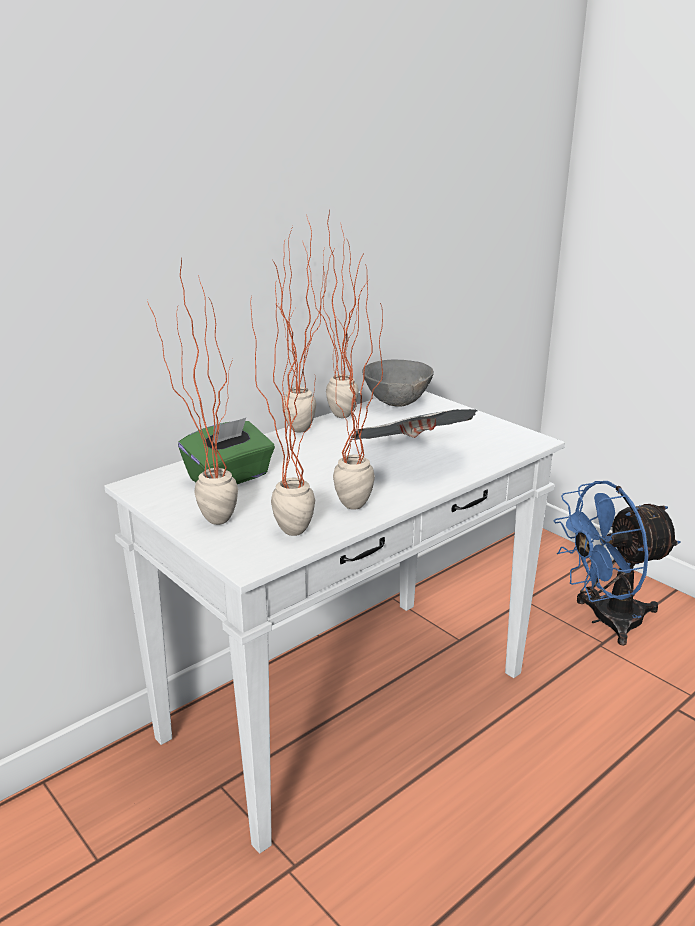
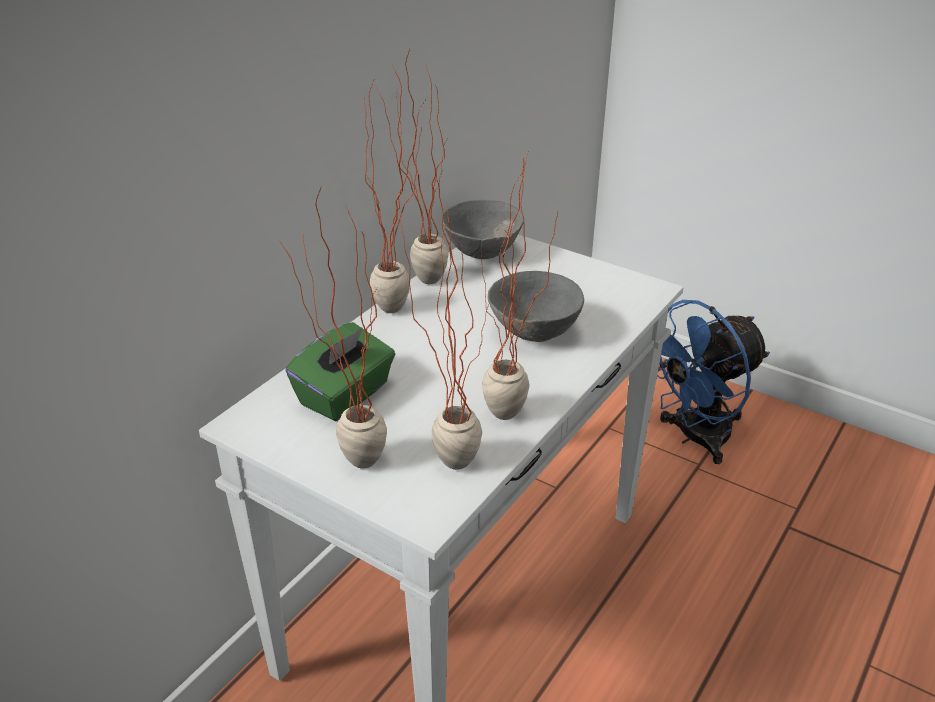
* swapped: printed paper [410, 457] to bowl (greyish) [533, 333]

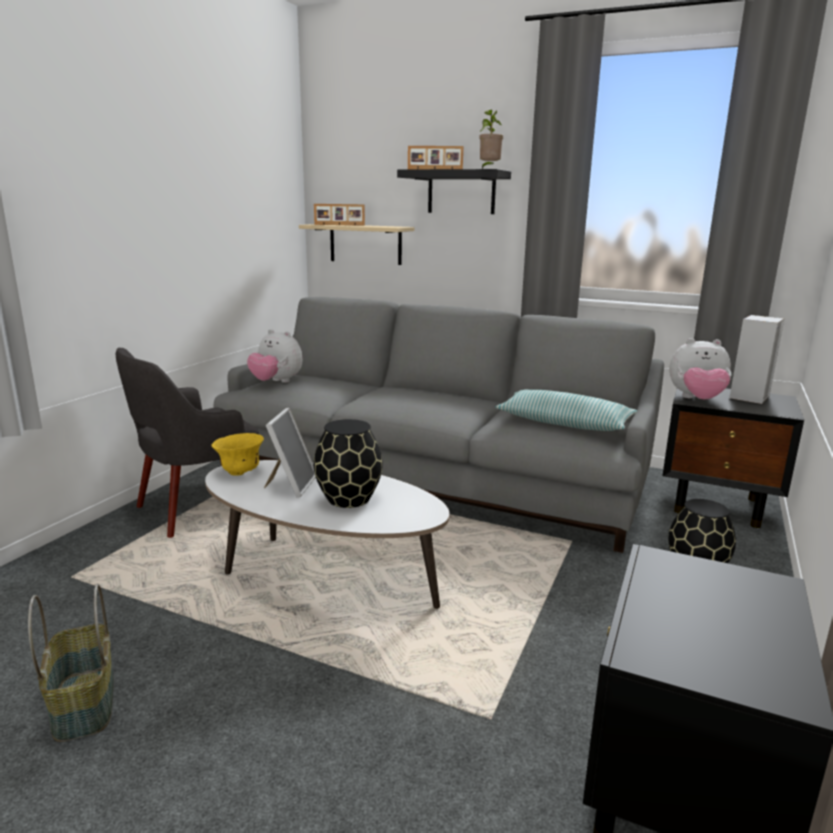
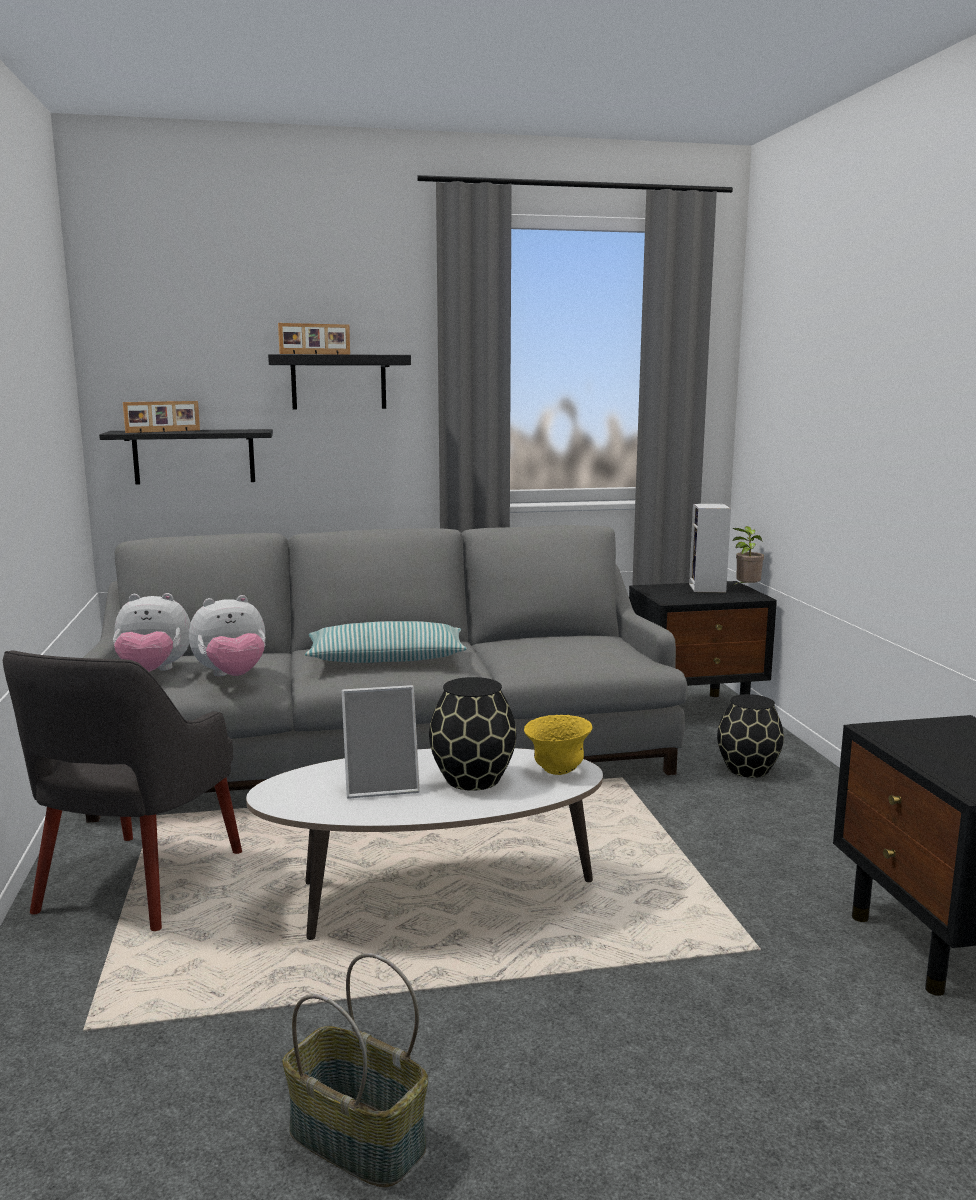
* repainted: shelf (beige) [365, 244] to shelf (blackish) [194, 456]
* shifted: cuddly toy [696, 400] to [232, 676]
* shifted: throw pillow [564, 423] to [386, 659]
* rotated: standing frame [290, 485] = [382, 786] 105 degrees clockwise
* shifted: bowl (yellowish) [240, 472] to [557, 770]
* shifted: plant in a pot [489, 168] to [746, 589]

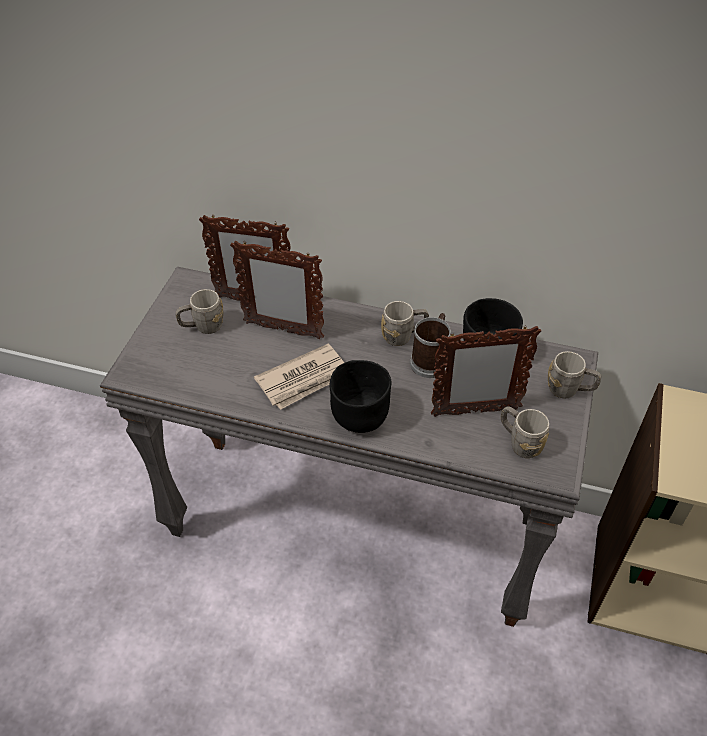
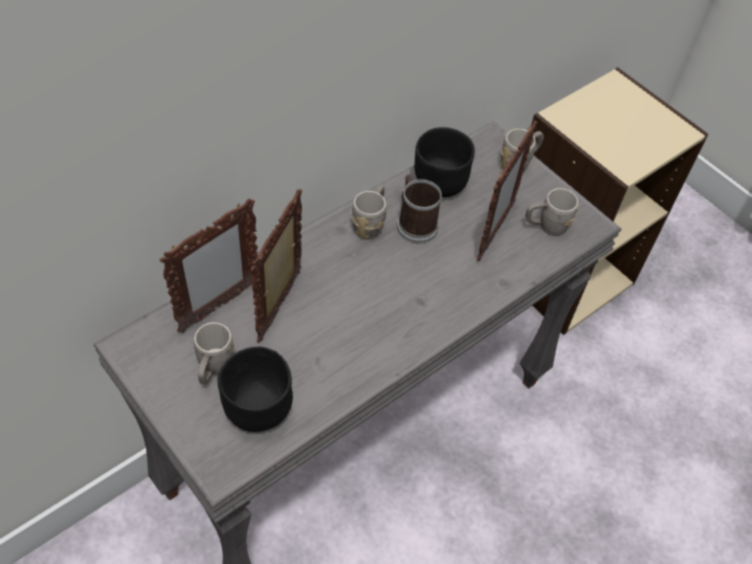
* shifted: bowl (blackish) [360, 416] to [257, 408]
* rotated: standing frame [283, 330] = [281, 305] 150 degrees clockwise
* gone: printed paper [305, 379]

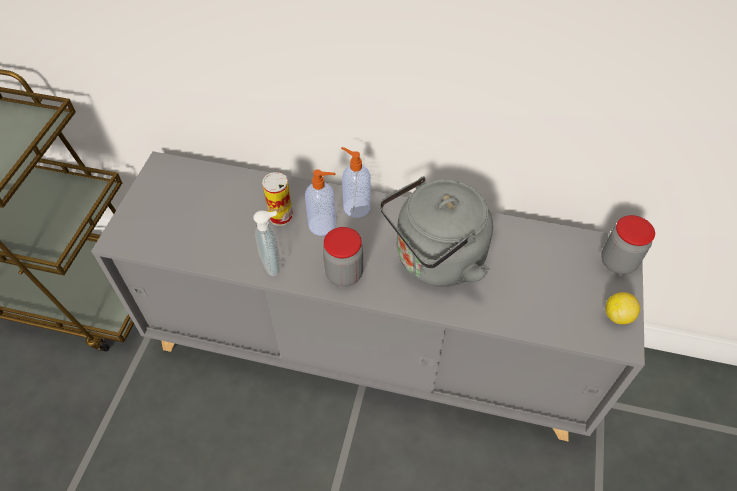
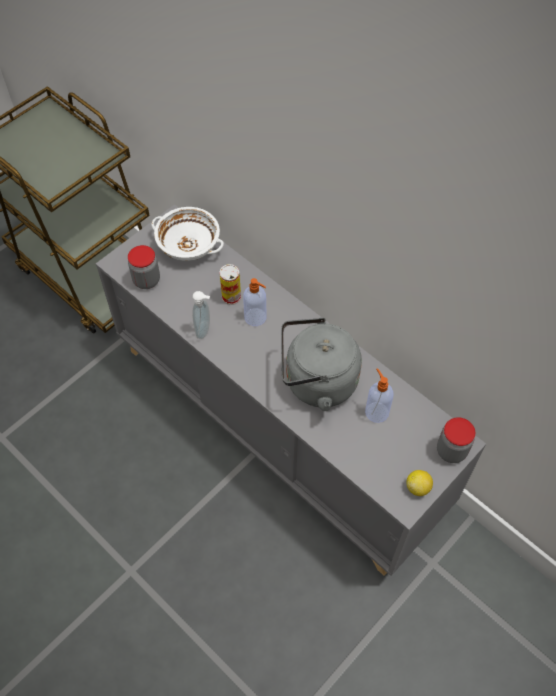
* shifted: preserve jar [344, 274] to [146, 280]
* new: bowl (whitish) [189, 244]
* shifted: soap bottle [356, 207] to [376, 411]

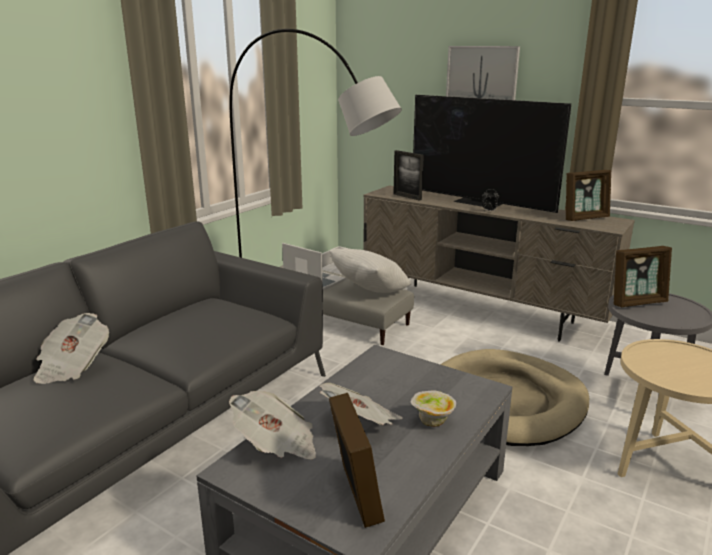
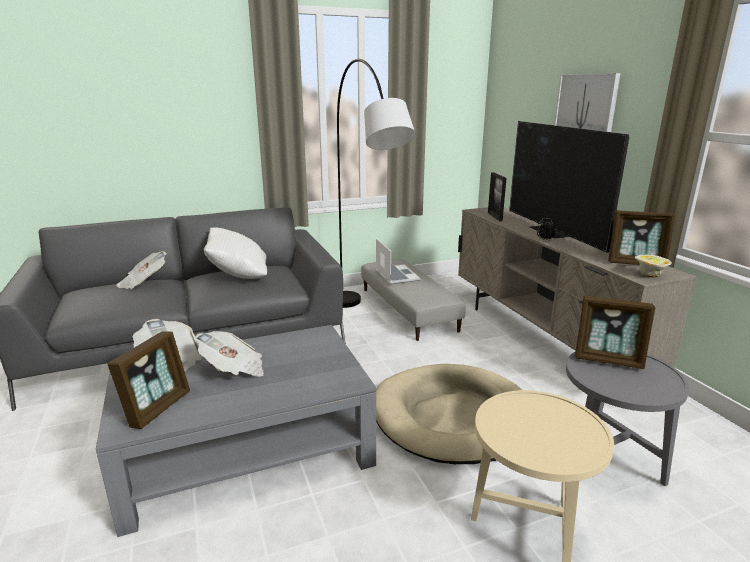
* shifted: throw pillow (whitish) [370, 292] to [239, 275]
* shifted: bowl [432, 421] to [649, 275]

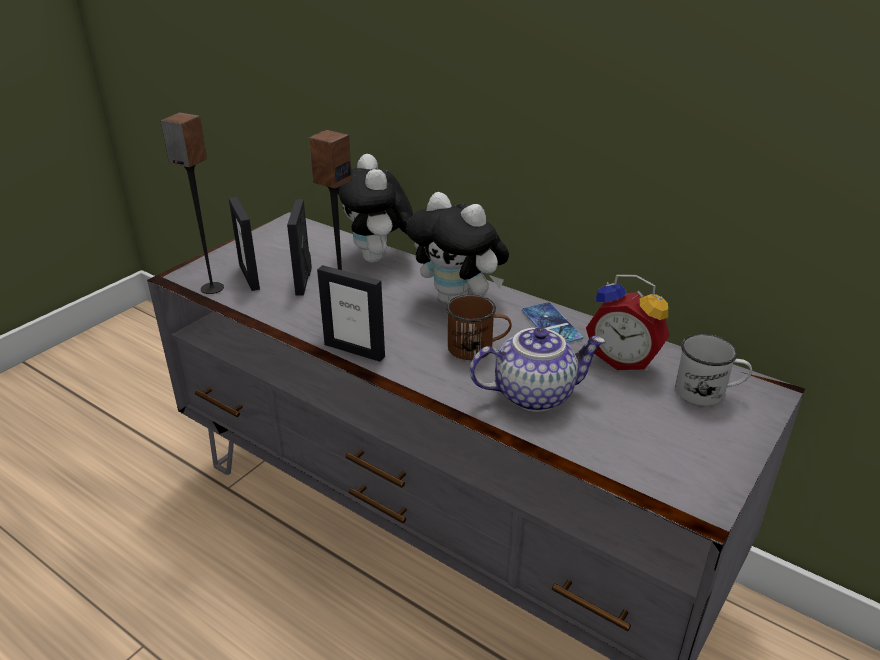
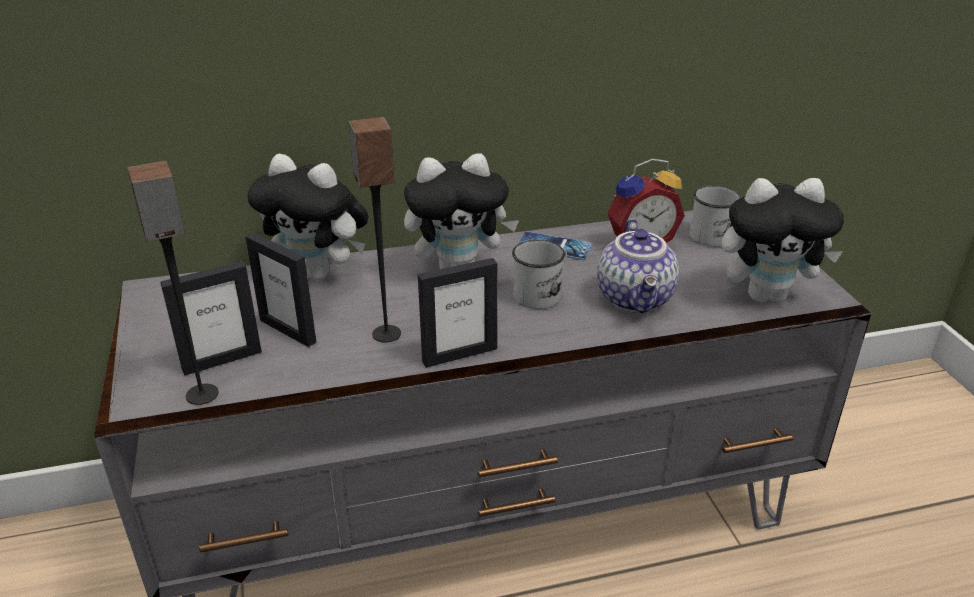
* rotated: standing frame [250, 277] = [222, 360] 45 degrees counterclockwise
* repainted: coffee mug (brown-coloured) [477, 348] to coffee mug (whitish) [542, 293]
* rotated: teapot [534, 394] = [637, 299] 150 degrees clockwise
* new: cuddly toy [767, 295]

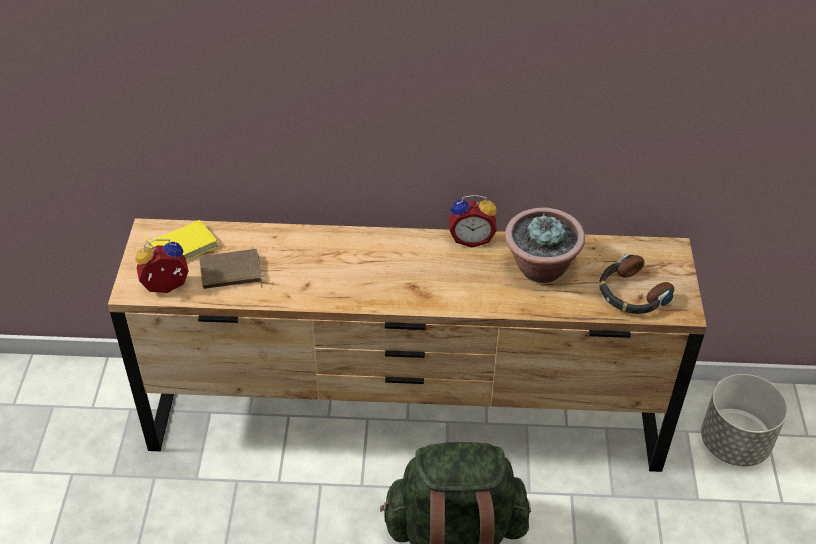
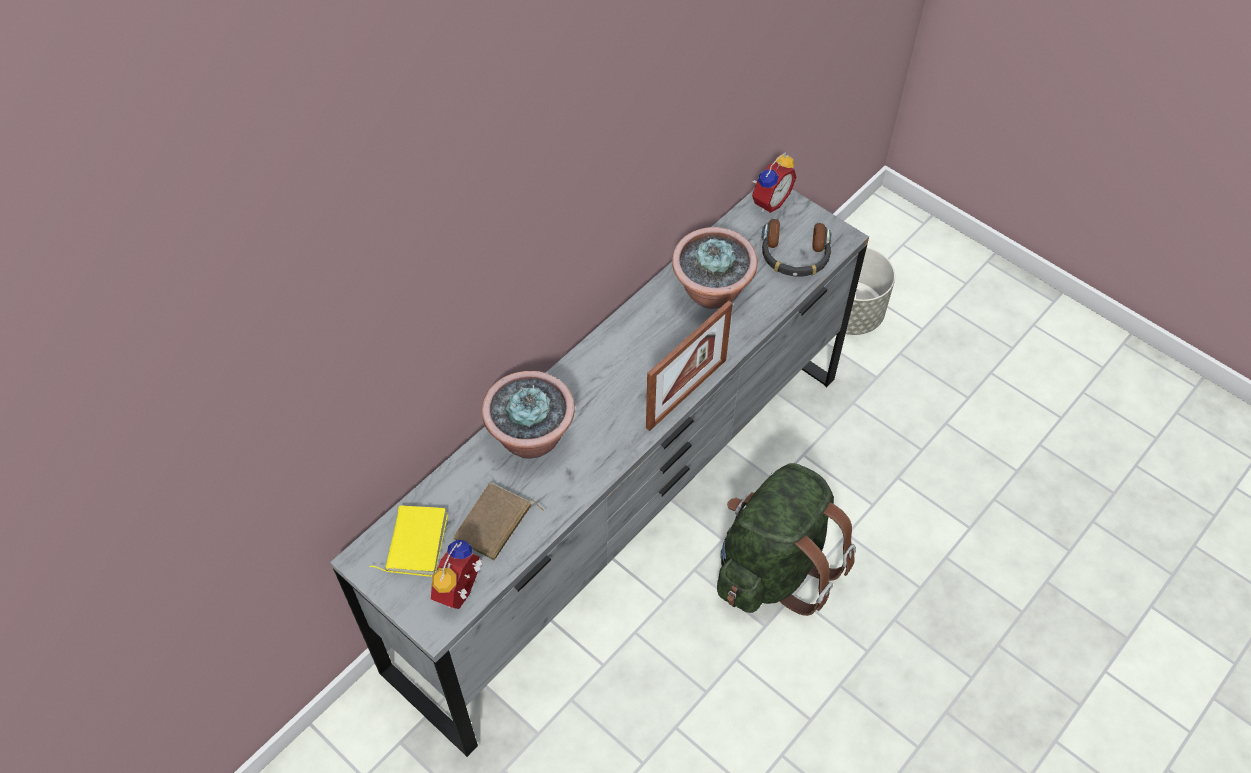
* repainted: drawer chest (brown-coloured) [406, 418] to drawer chest (greyish) [624, 516]
* new: plant in a pot [531, 437]
* new: standing frame [686, 393]
* shifted: bedside clock [471, 238] to [768, 201]

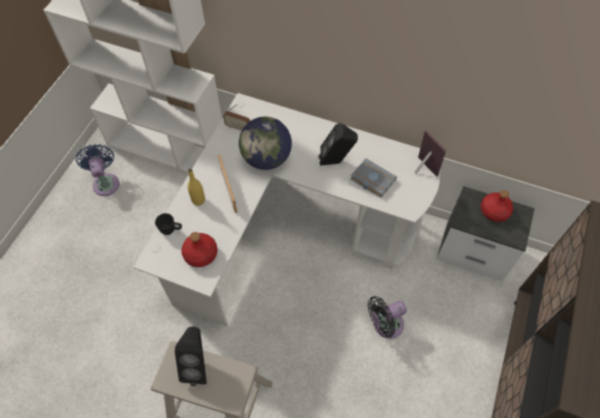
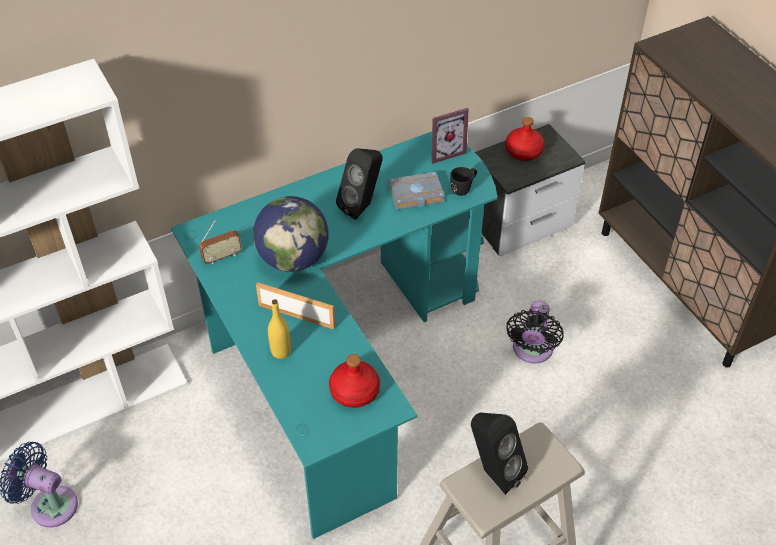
* repainted: desk unit (whitish) [288, 234] to desk unit (turquoise-coloured) [338, 360]
* rotated: standing frame [422, 169] = [444, 151] 150 degrees clockwise
* shifted: coffee mug (blackish) [171, 230] to [463, 189]

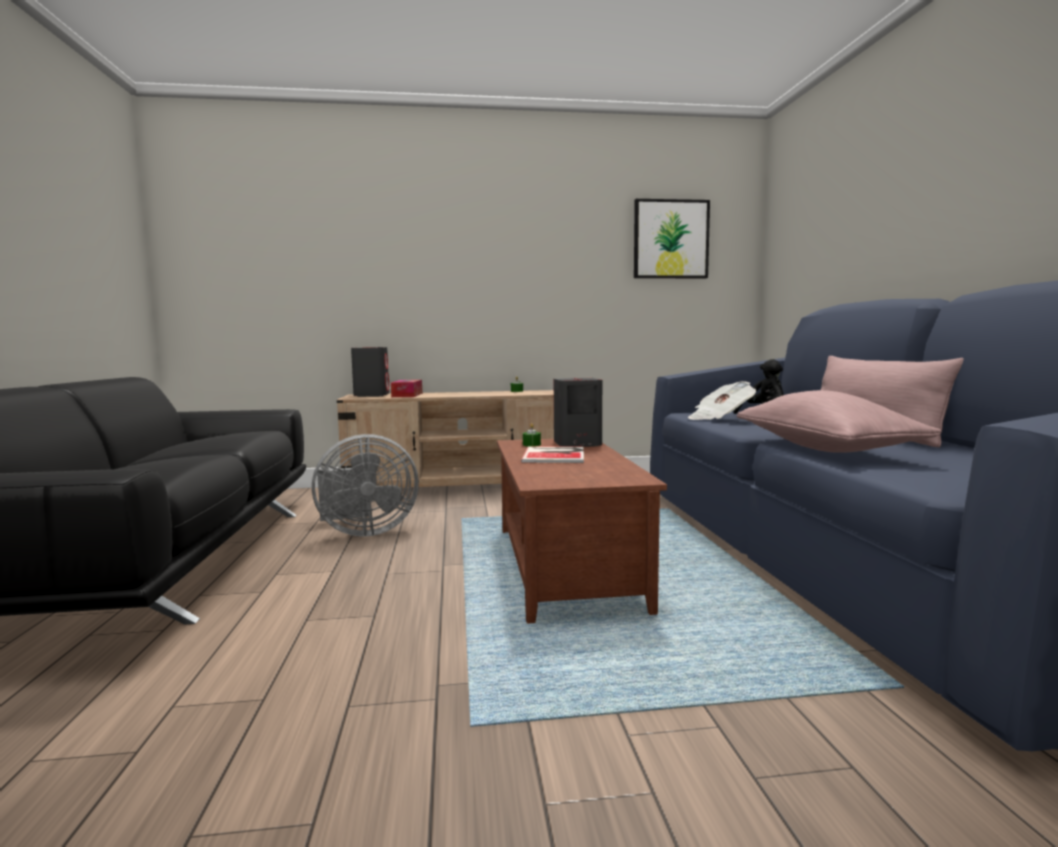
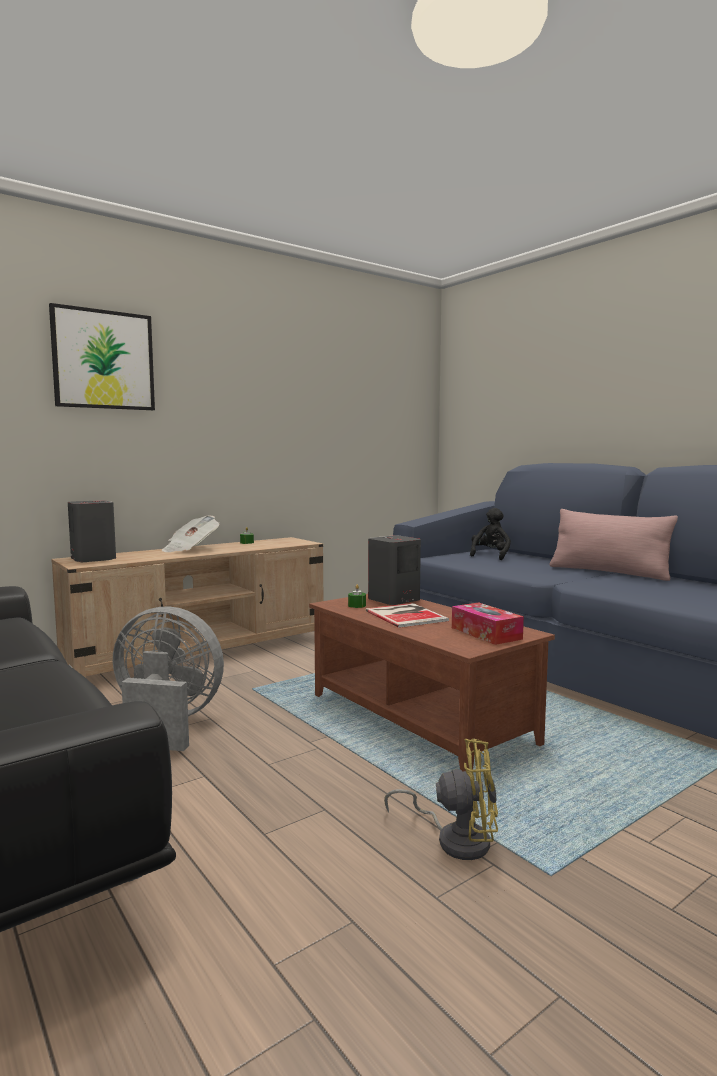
* shifted: wall art [670, 239] to [103, 360]
* rotated: cooling fan (greyish) [364, 531] = [166, 724] 120 degrees counterclockwise
* shifted: printed paper [720, 418] to [190, 549]
* new: cooling fan (yellowish) [455, 839]
* shifted: box of tissues [407, 395] to [486, 633]
* gone: throw pillow (pinkish) [824, 449]

